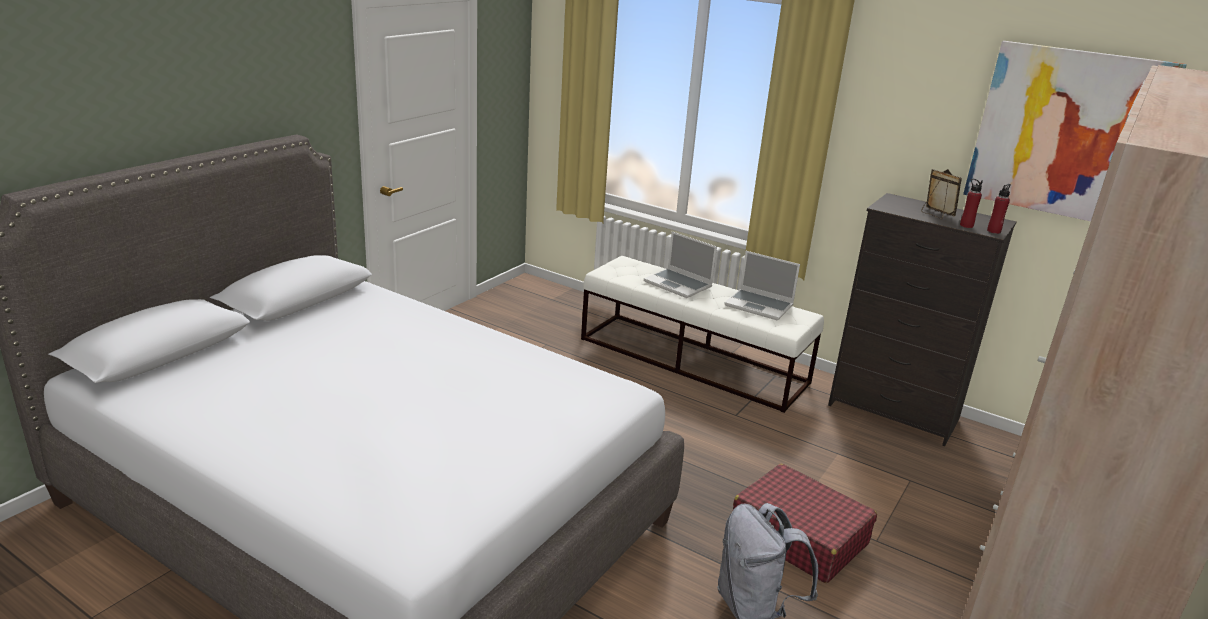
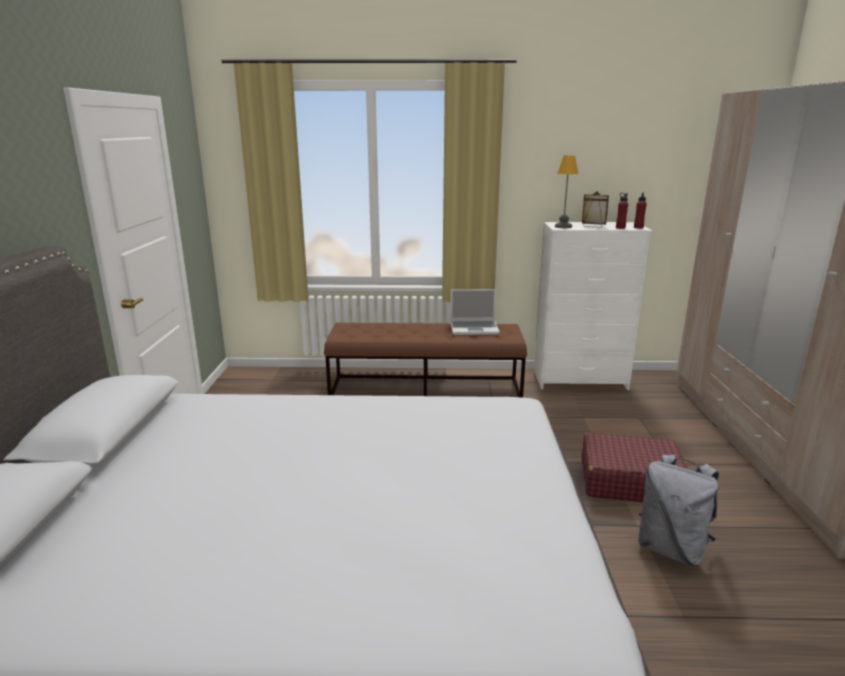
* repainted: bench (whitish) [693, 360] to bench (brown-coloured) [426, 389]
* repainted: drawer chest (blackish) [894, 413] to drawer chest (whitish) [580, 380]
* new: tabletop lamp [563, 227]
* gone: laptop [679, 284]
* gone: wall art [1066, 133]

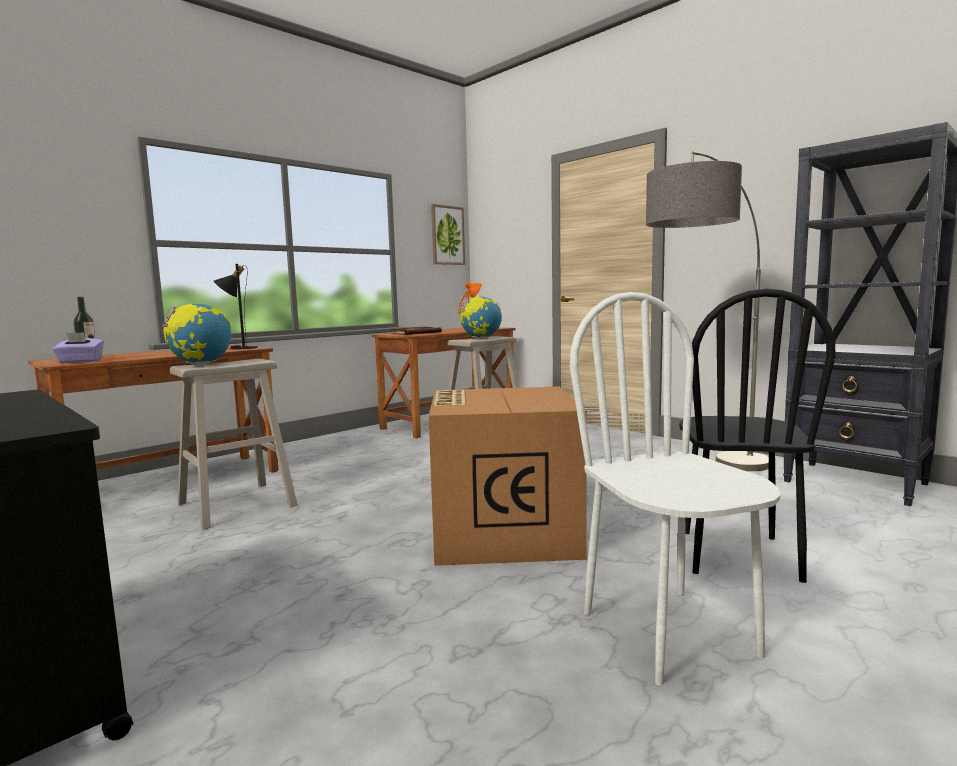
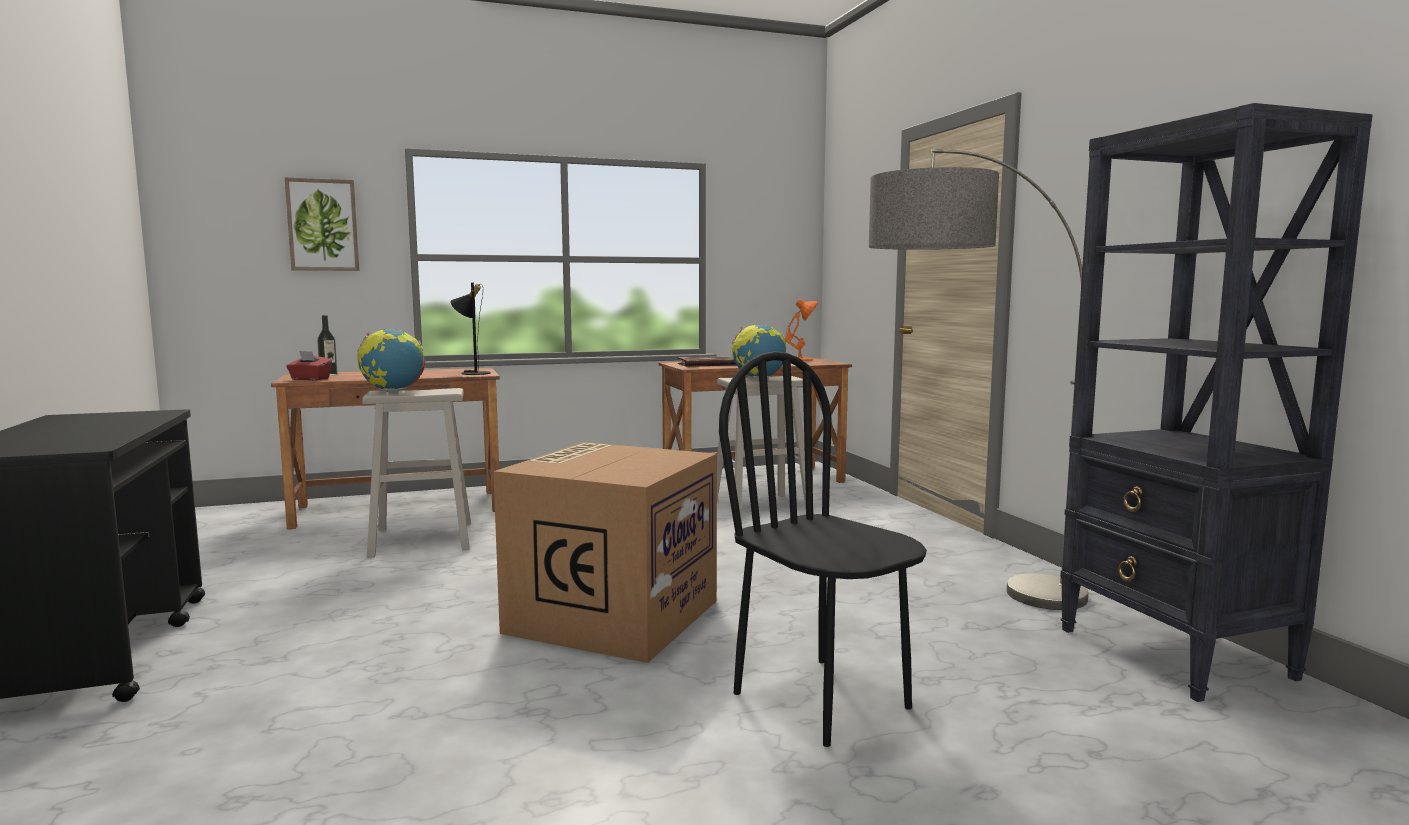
* shifted: wall art [447, 235] to [323, 225]
* repainted: box of tissues (purplish) [80, 361] to box of tissues (red) [310, 379]
* rotated: chair (blackish) [737, 555] = [822, 699] 105 degrees clockwise
* gone: chair (whitish) [669, 633]

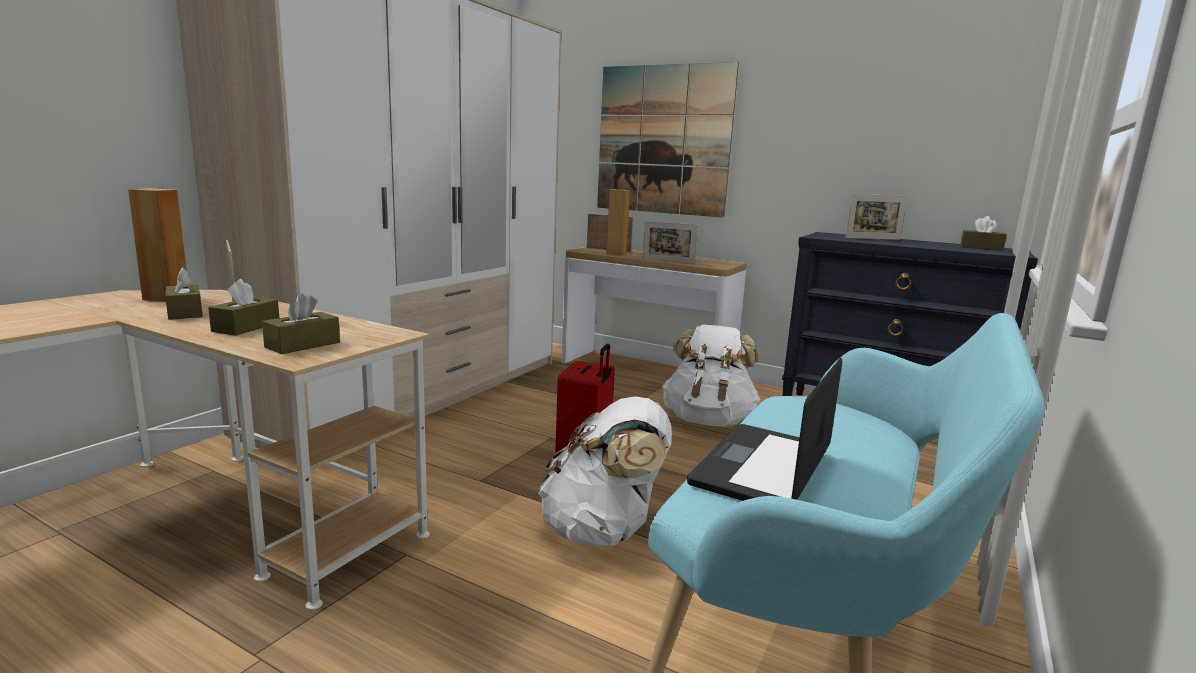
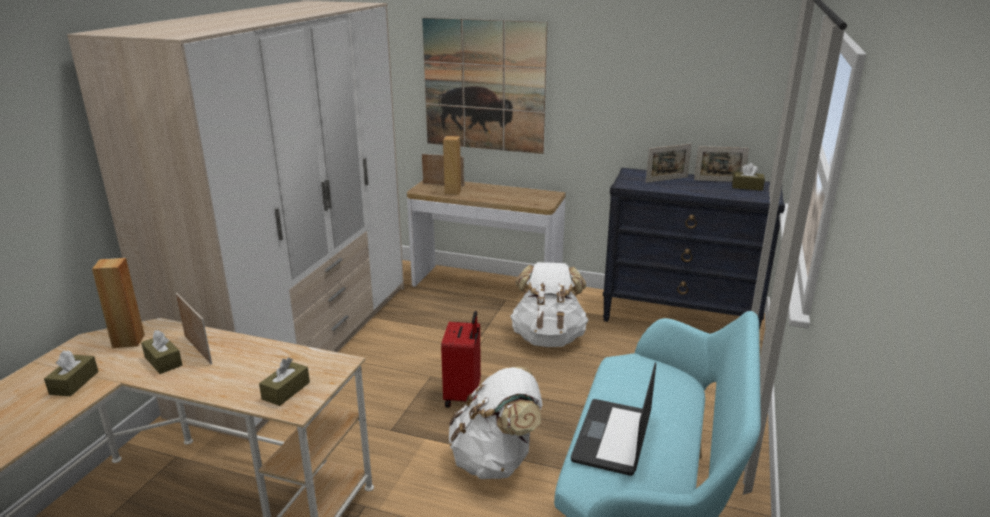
* shifted: box of tissues (brown-coloured) [246, 327] to [74, 383]
* shifted: standing frame [668, 261] to [718, 181]

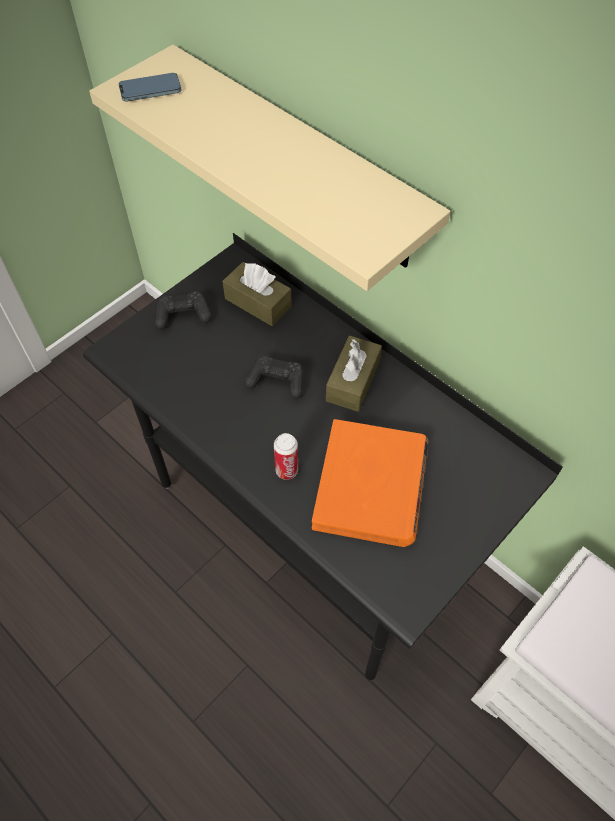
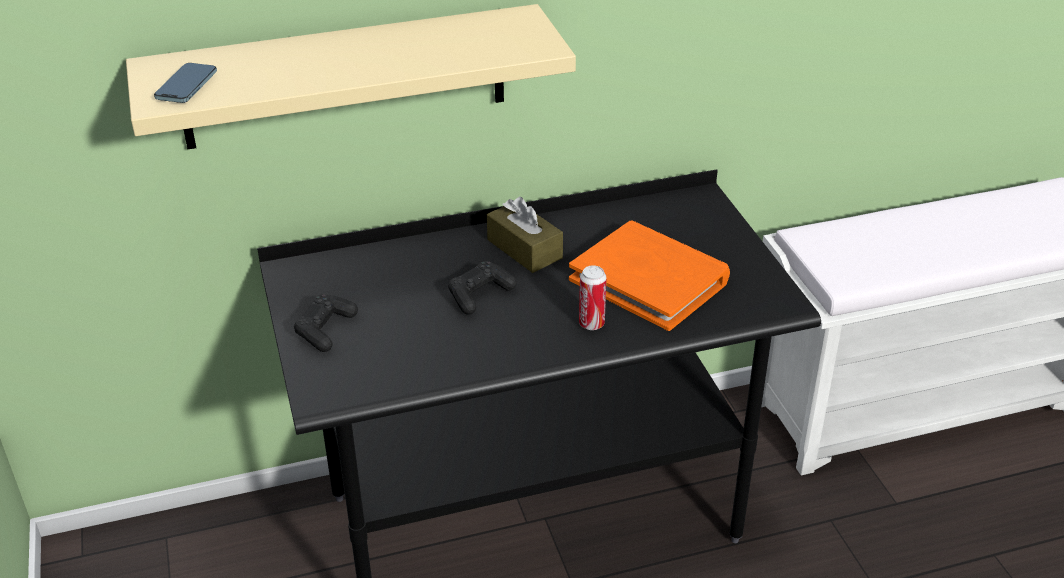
* gone: box of tissues (brown-coloured) [258, 302]

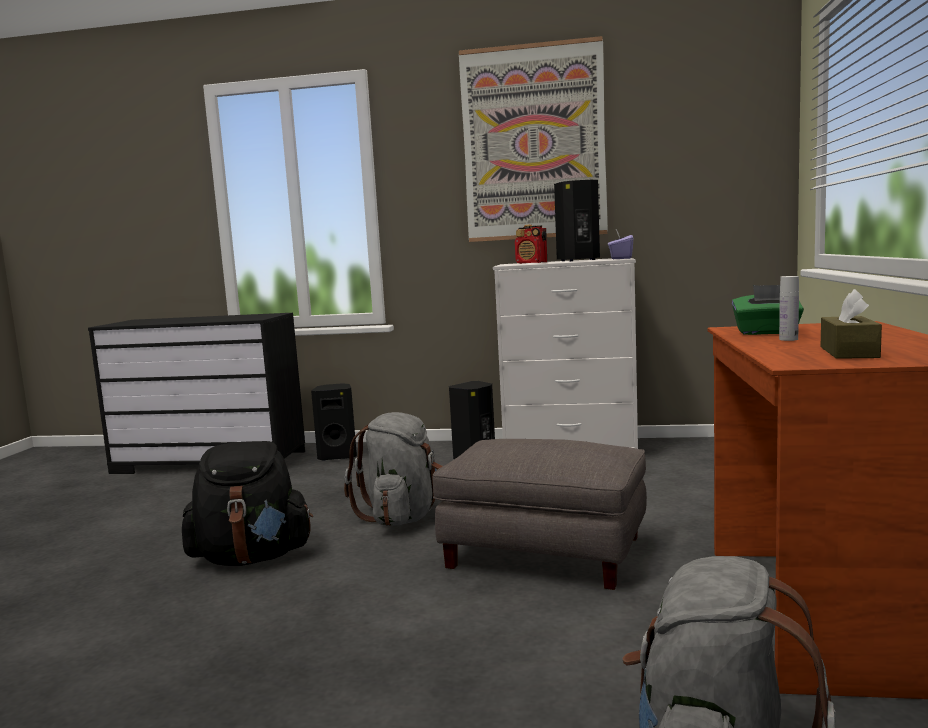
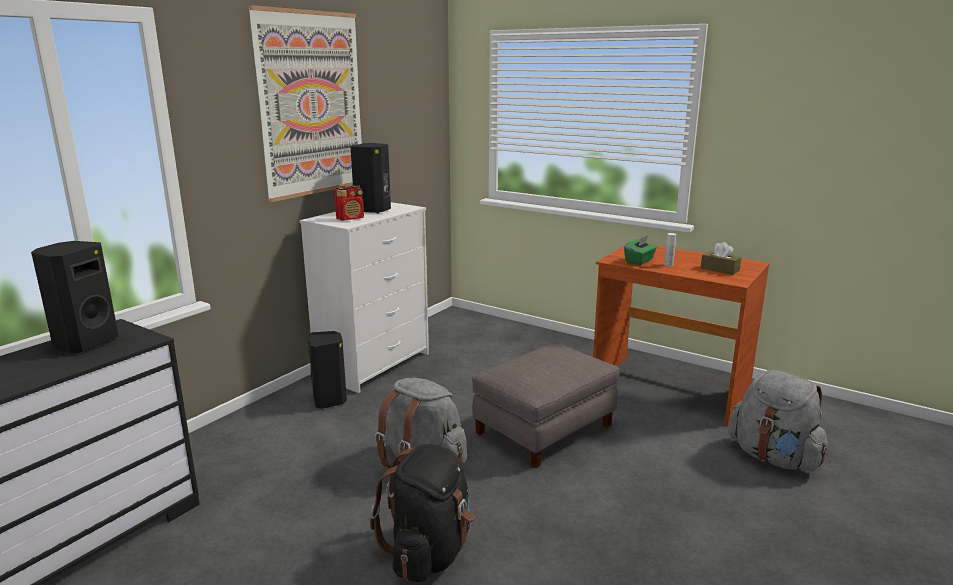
* shifted: speaker (blackish) [338, 456] to [85, 343]
* gone: box of tissues (purplish) [620, 258]

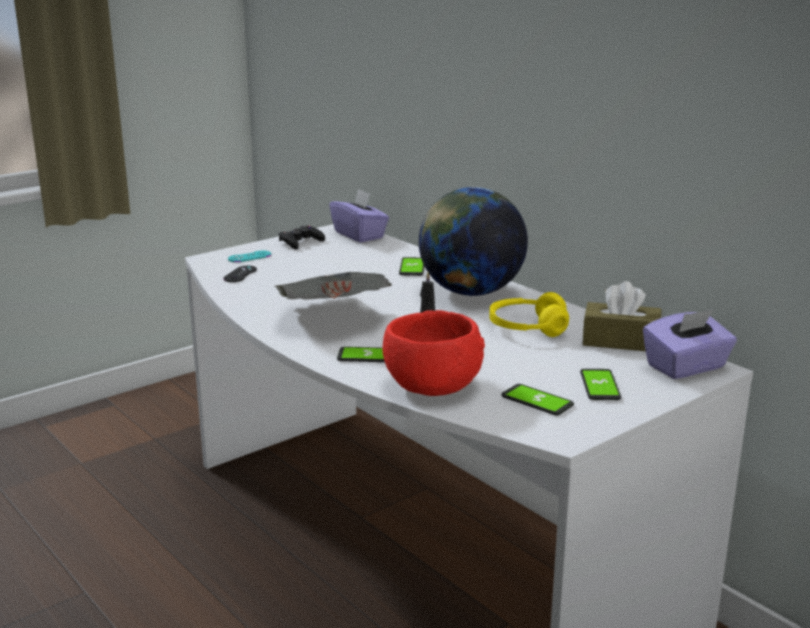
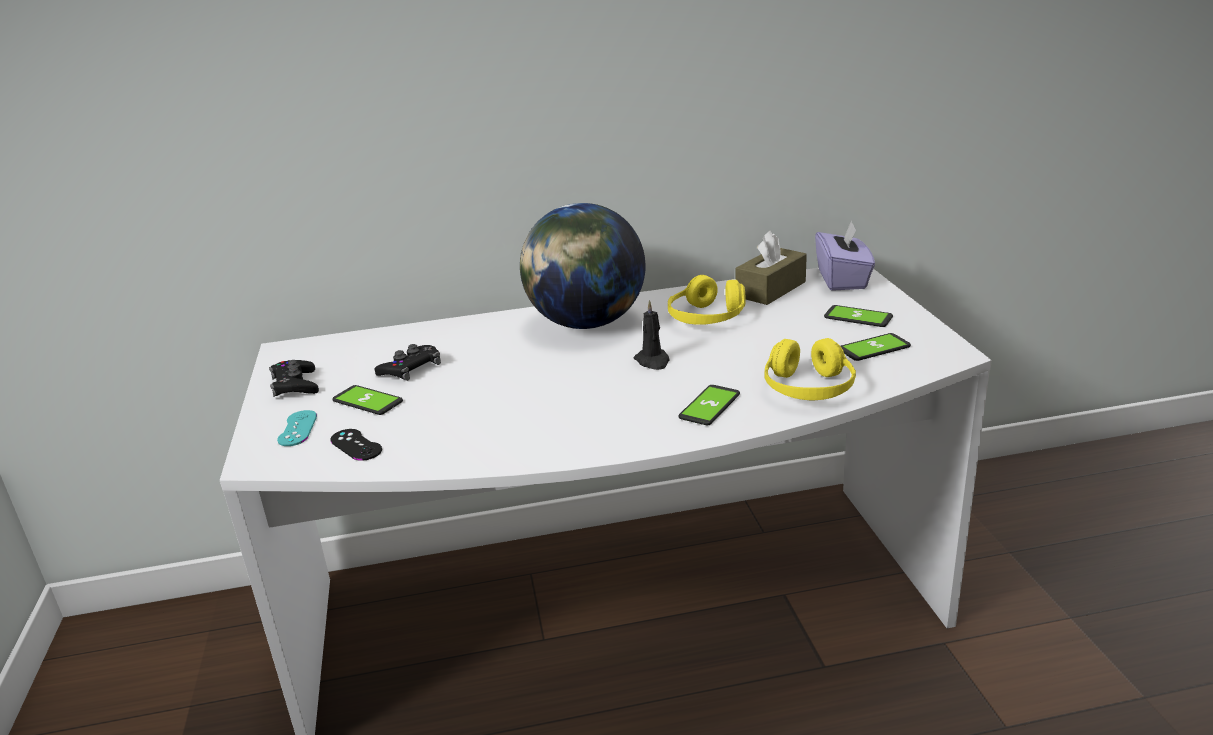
* shifted: phone [412, 267] to [367, 401]
* new: joypad (blackish) [410, 369]
* swapped: bowl (red) [431, 385] to headset (yellowish) [808, 388]
* gone: printed paper [334, 317]
* gone: box of tissues (purplish) [359, 235]

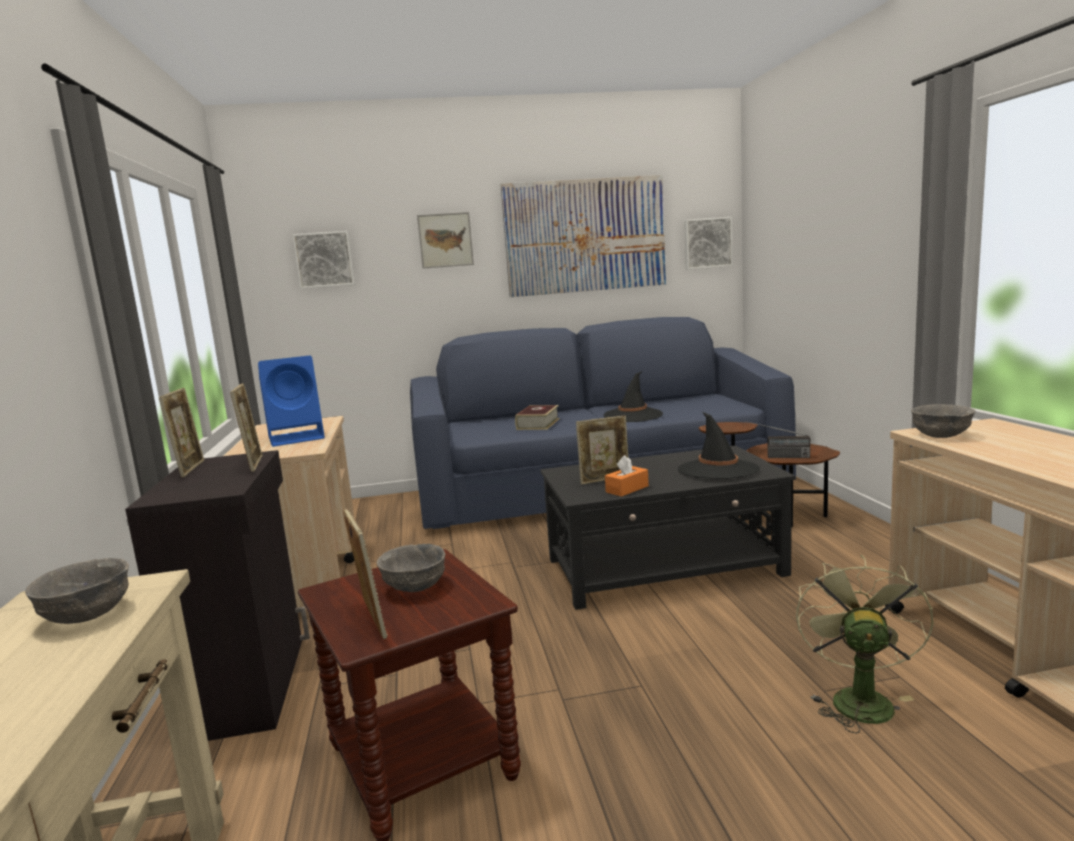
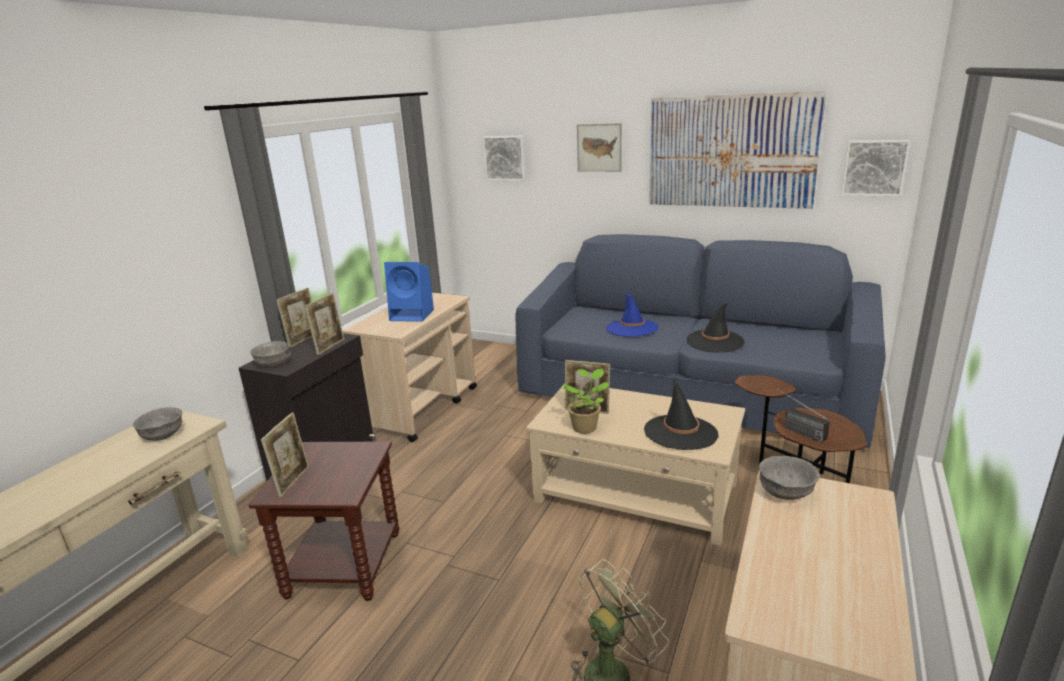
* shifted: bowl (greyish) [414, 586] to [274, 364]
* repainted: lounge table (blackish) [665, 567] to lounge table (beige) [636, 493]
* swapped: box of tissues (orangey) [627, 489] to plant in a pot [585, 427]
* swapped: bound book [538, 424] to wearable hat (blue-coloured) [632, 328]

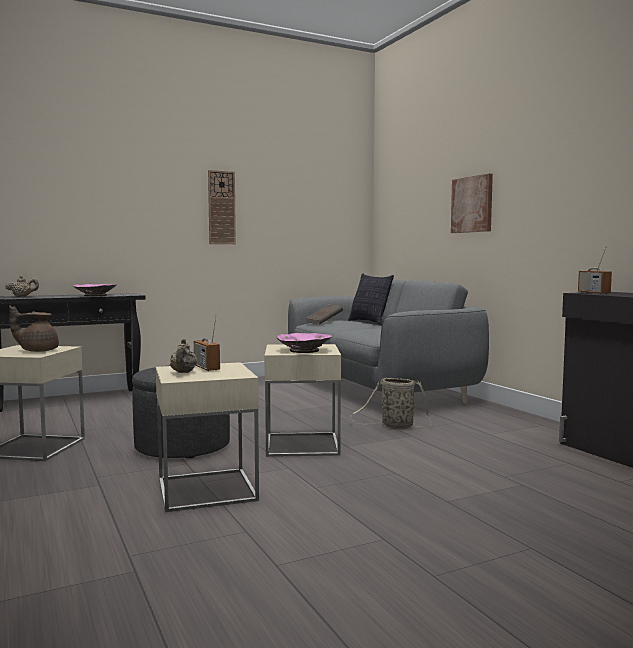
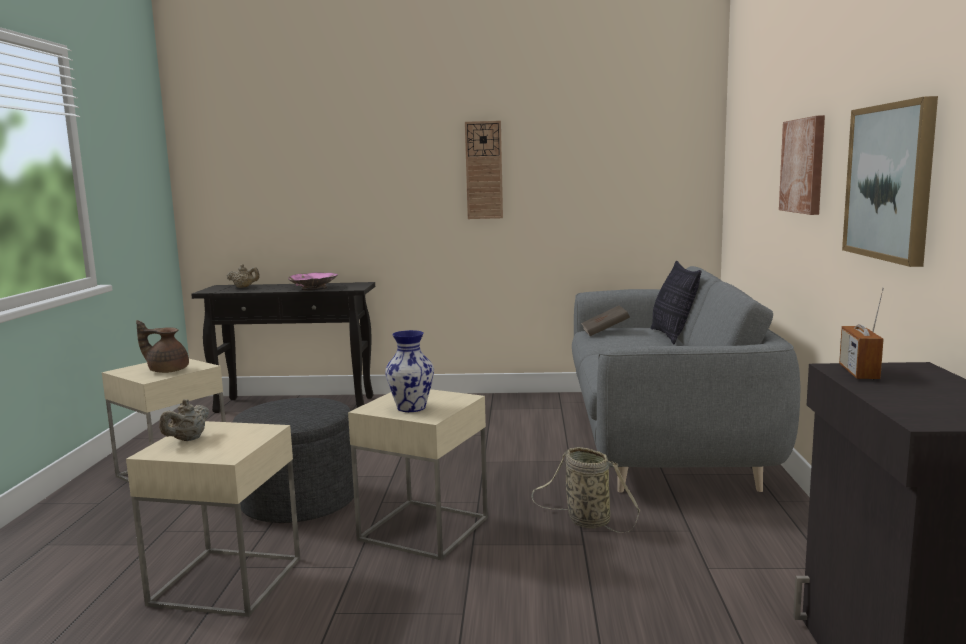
* swapped: bowl (pinkish) [304, 350] to decorative vase [412, 408]
* new: wall art [890, 182]
* gone: radio [206, 368]

